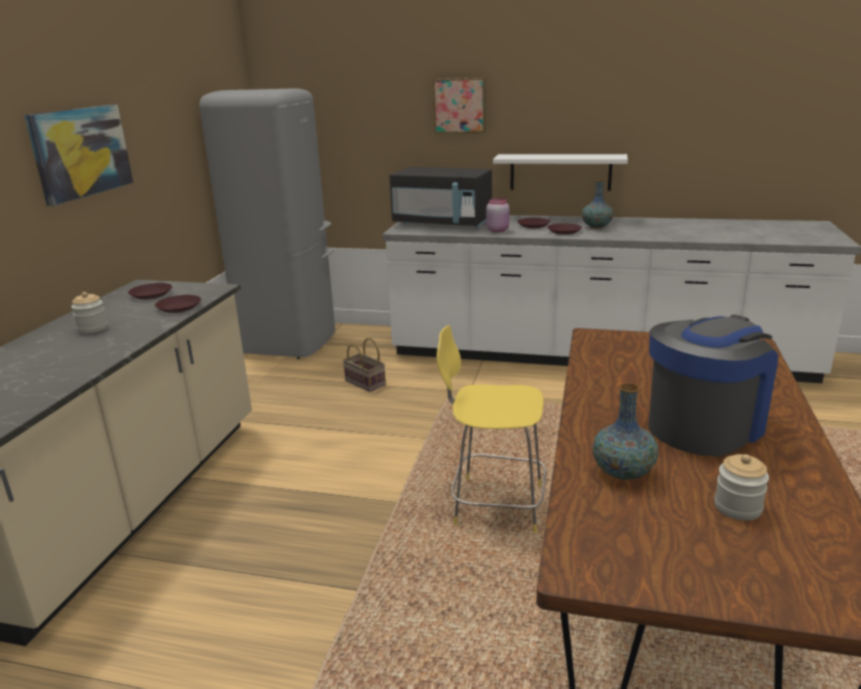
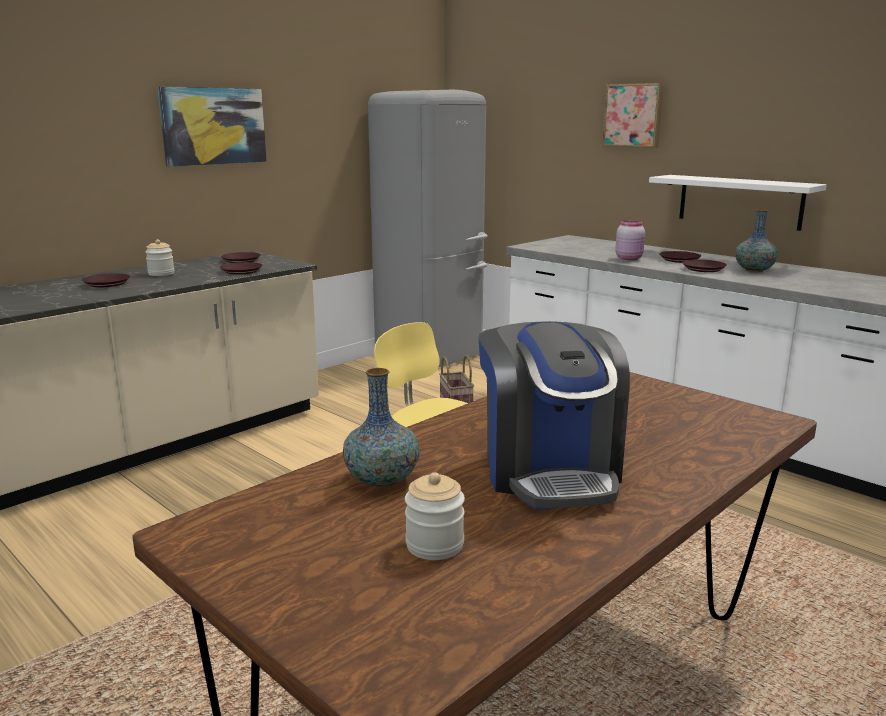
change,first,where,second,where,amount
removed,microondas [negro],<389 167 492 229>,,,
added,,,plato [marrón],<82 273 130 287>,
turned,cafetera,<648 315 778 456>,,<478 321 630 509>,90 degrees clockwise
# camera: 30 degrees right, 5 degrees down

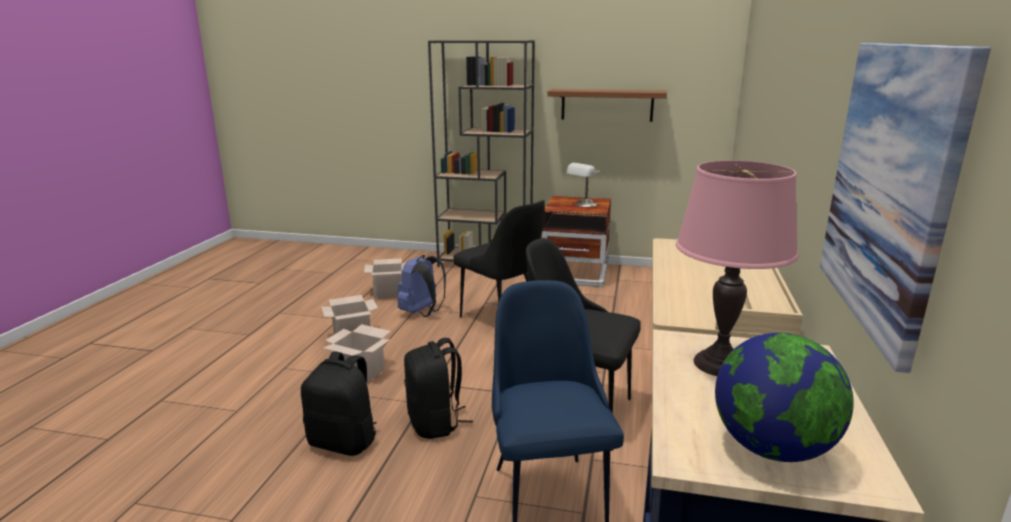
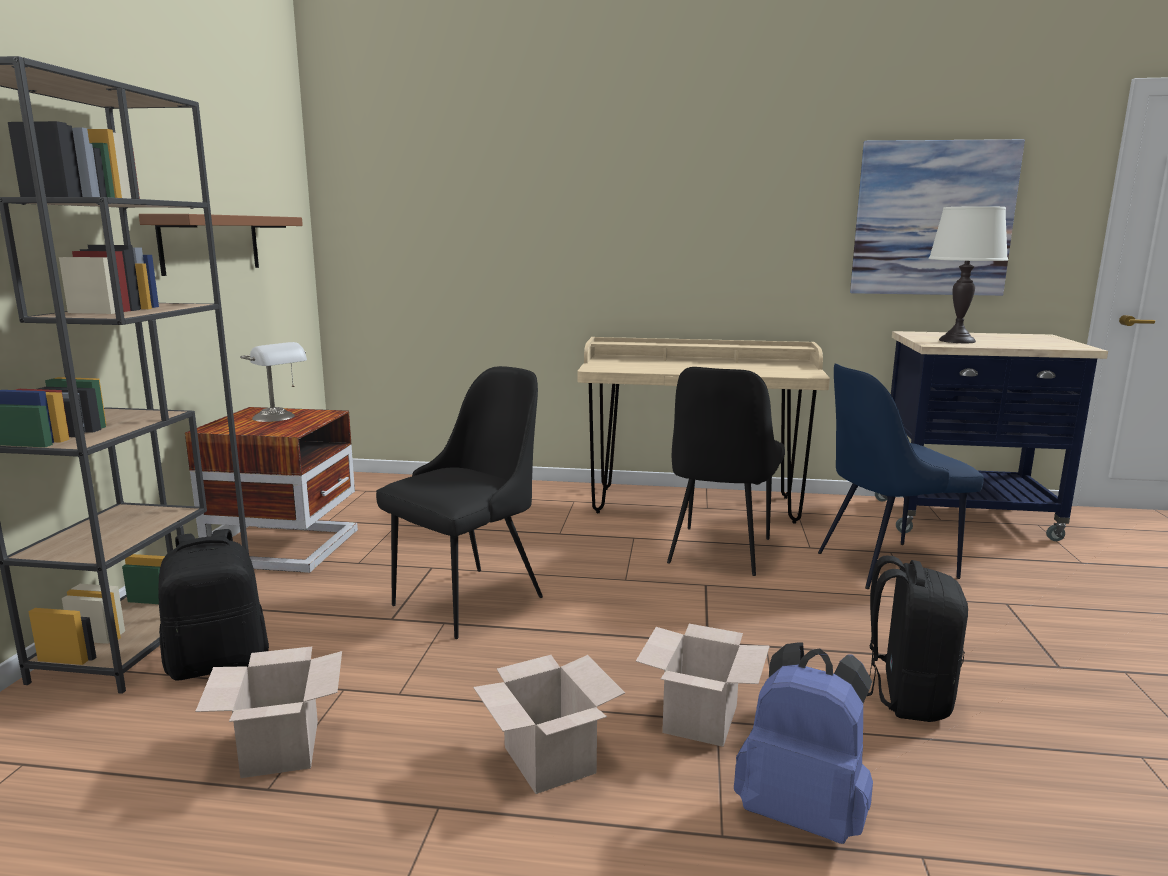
change,first,where,second,where,amount
removed,globo terráqueo,<715 333 854 462>,,,
moved,mochila [azul],<398 255 446 317>,,<734 642 873 844>,
moved,mochila [negro],<404 338 473 439>,,<158 529 269 681>,
recoloured,lámpara de mesa [rosa],<676 161 799 376>,lámpara de mesa [blanco],<928 206 1008 343>,
# camera: 95 degrees left, 5 degrees down

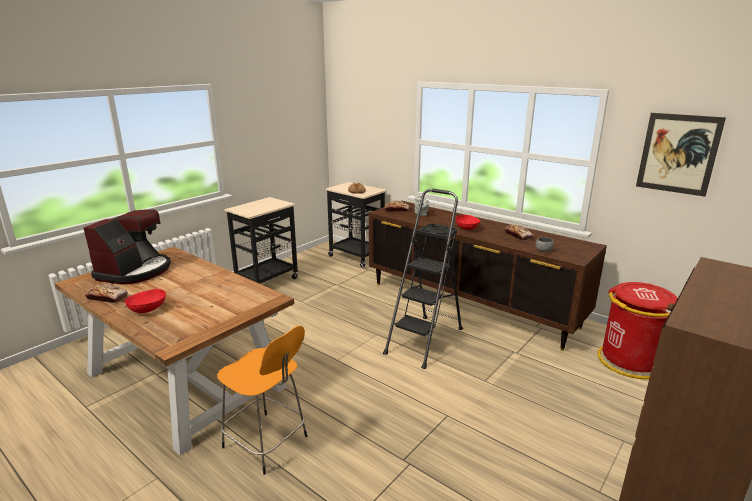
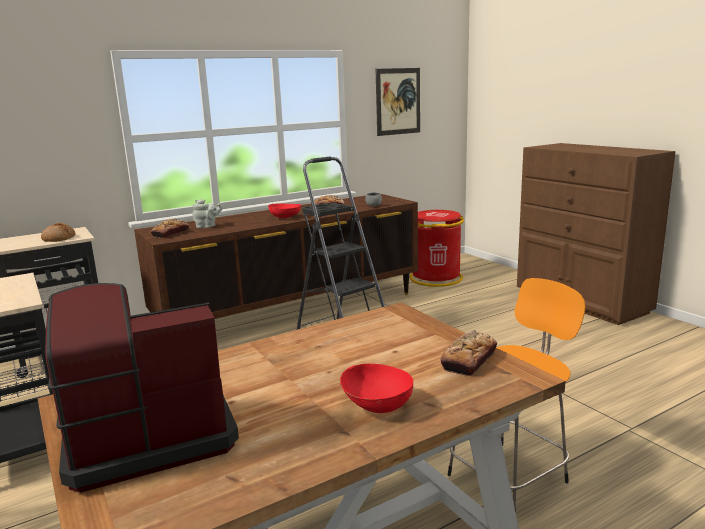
change,first,where,second,where,amount
moved,pan,<85 284 128 303>,,<441 330 497 376>,
turned,cafetera,<83 209 171 284>,,<45 283 239 493>,60 degrees counterclockwise
# camera: 70 degrees left, 5 degrees down

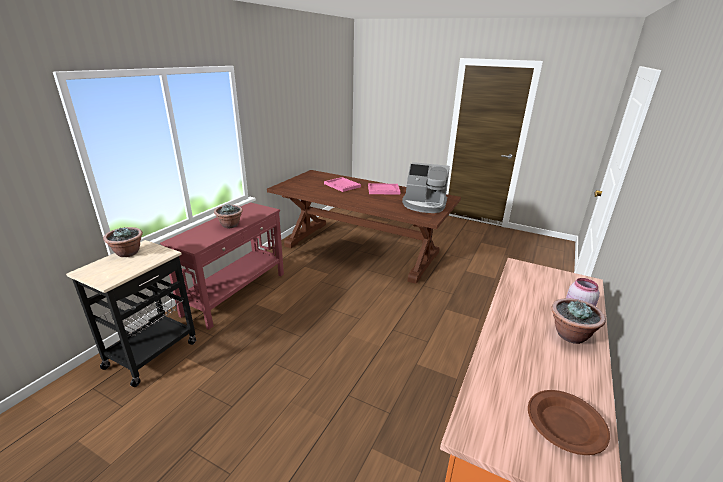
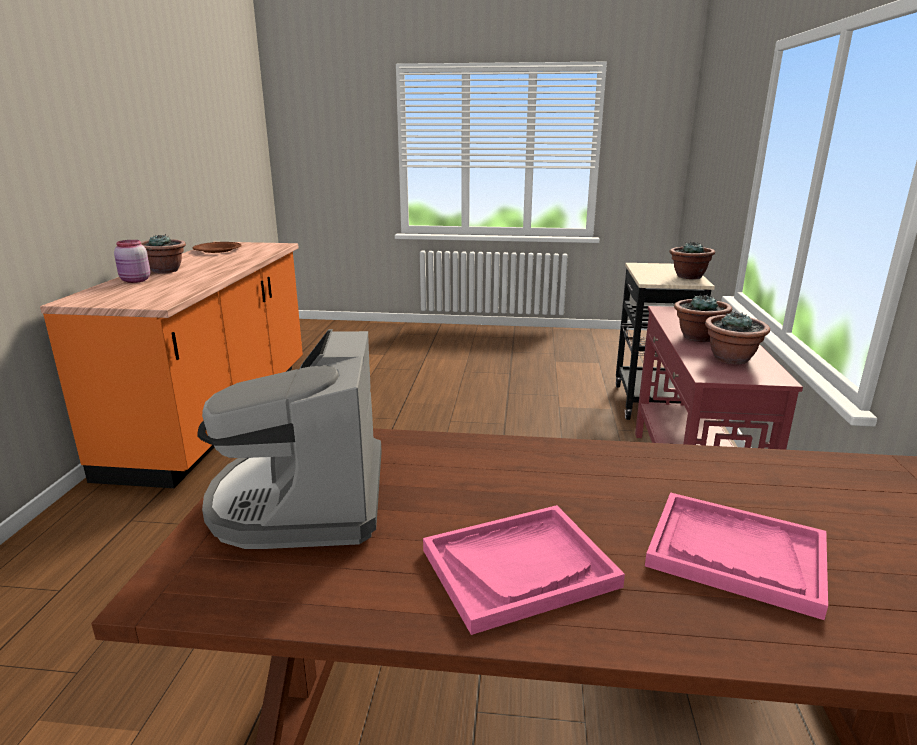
change,first,where,second,where,amount
added,,,planta en maceta,<705 311 770 364>,
turned,cafetera,<402 162 450 213>,,<197 329 382 549>,90 degrees counterclockwise
# camera: 160 degrees right, 5 degrees down

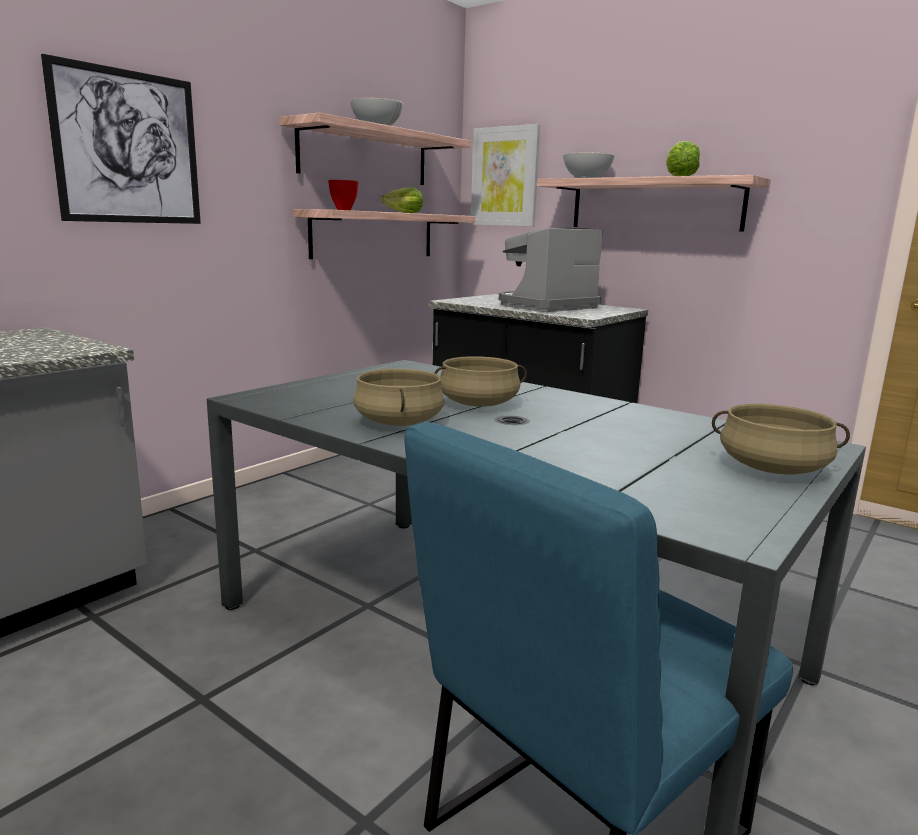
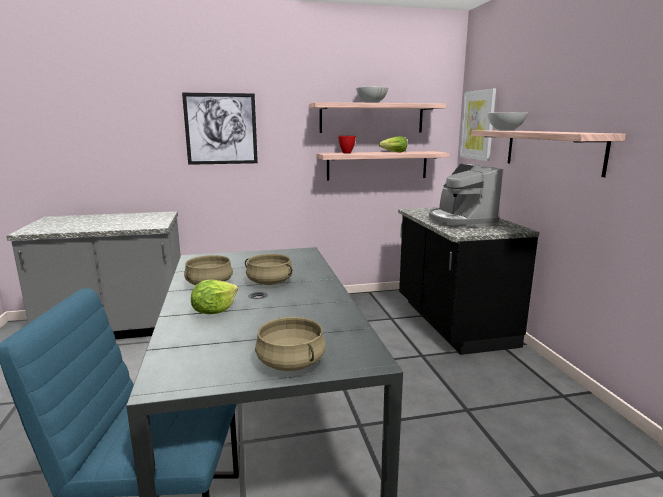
change,first,where,second,where,amount
moved,lechuga,<666 141 700 176>,,<191 280 238 314>,
turned,cafetera,<499 228 603 312>,,<429 164 503 228>,105 degrees counterclockwise
# camera: 40 degrees right, 0 degrees up

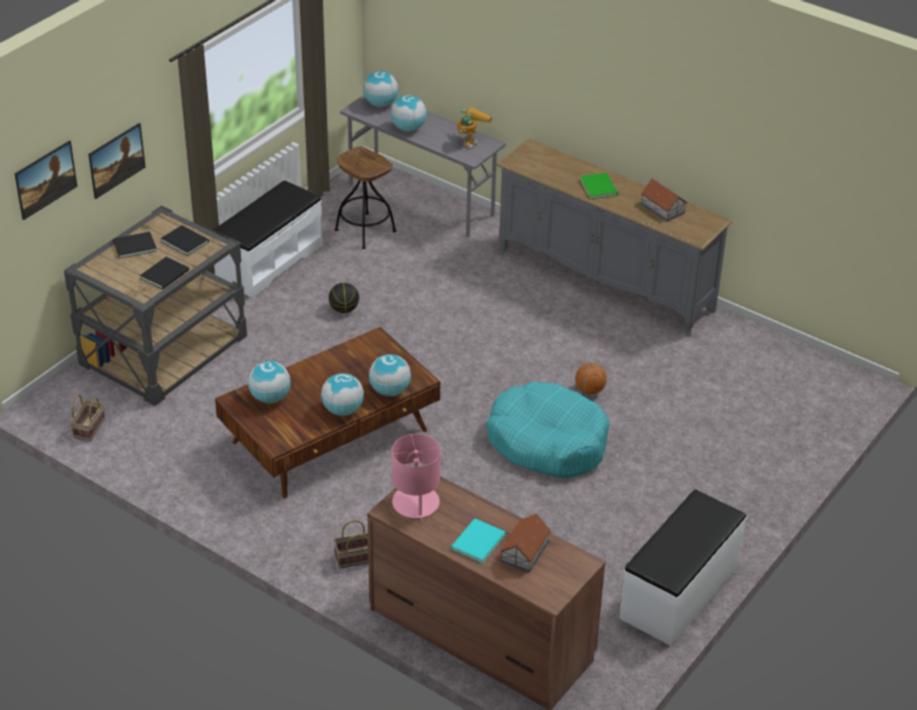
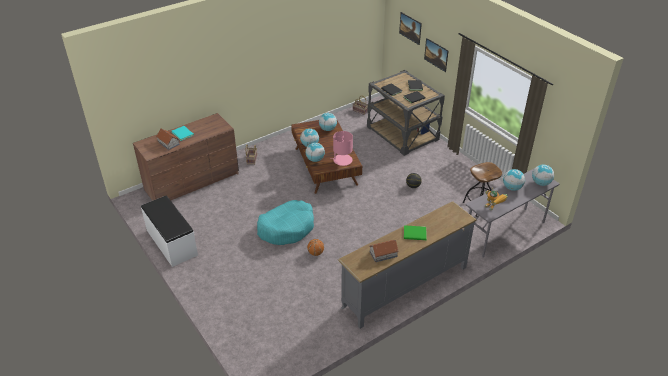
change,first,where,second,where,amount
removed,banco [blanco],<212 180 323 298>,,,
moved,lámpara de mesa [rosa],<392 434 440 521>,,<331 131 353 166>,
# camera: 110 degrees right, 0 degrees up

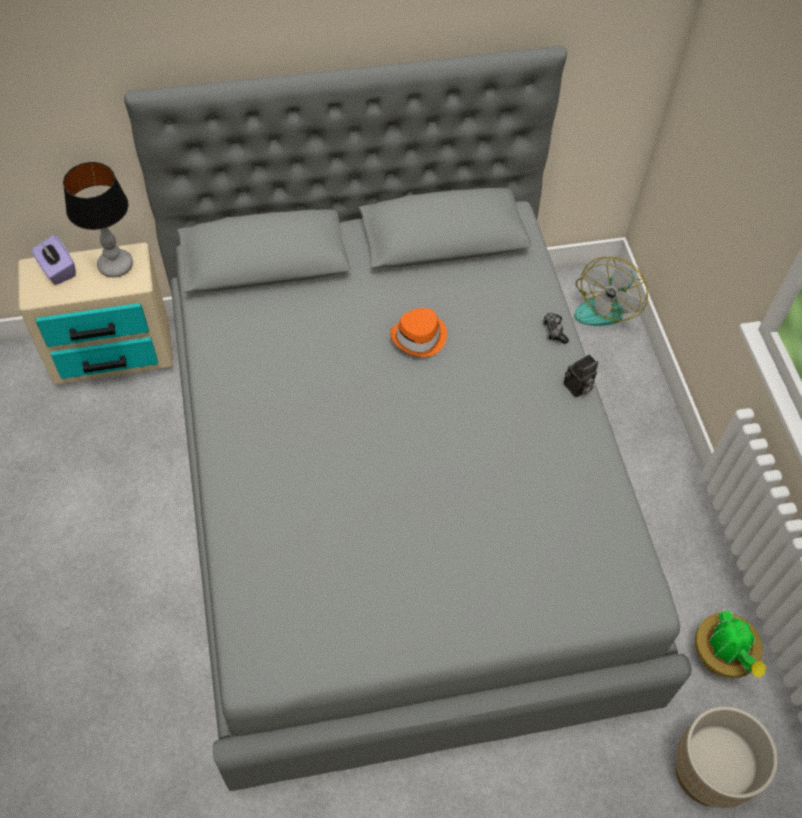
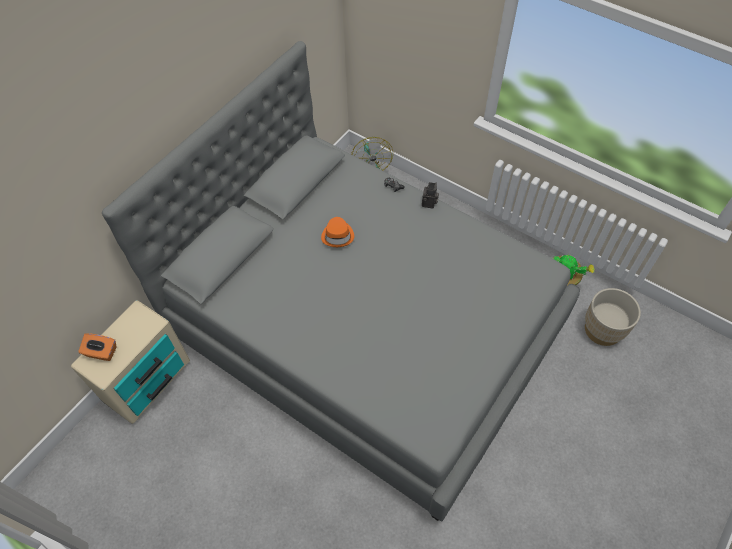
change,first,where,second,where,amount
removed,lámpara de mesa,<63 162 133 277>,,,
recoloured,caja de pañuelos [morado],<32 235 76 285>,caja de pañuelos [naranja],<78 333 117 361>,
# camera: 40 degrees left, 0 degrees up

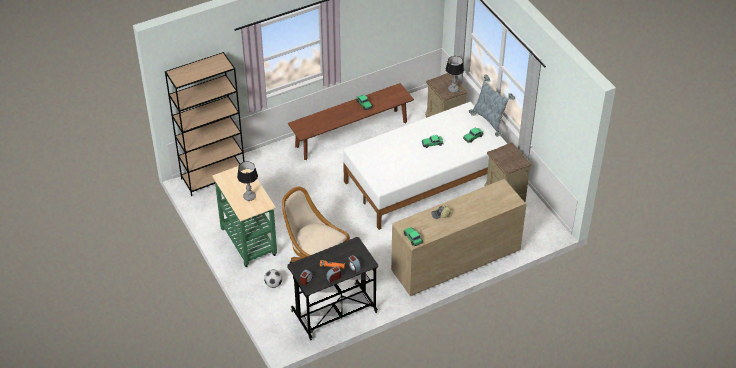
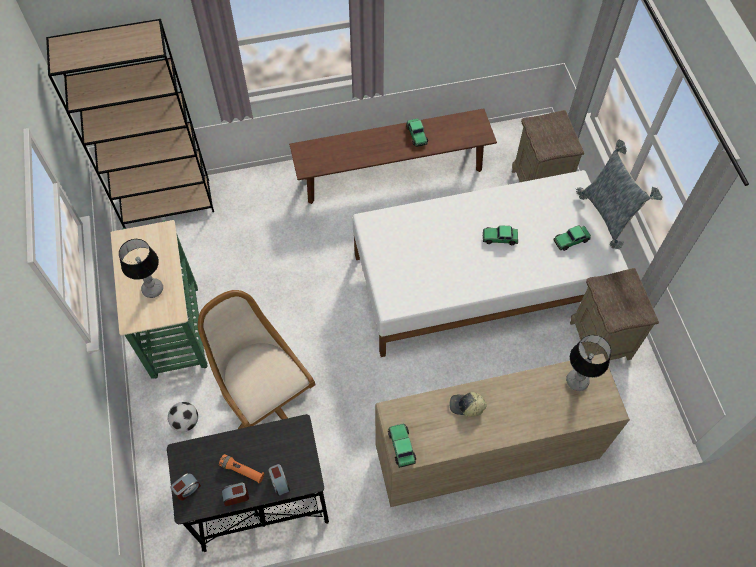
change,first,where,second,where,amount
moved,lámpara de mesa,<446 56 464 93>,,<566 335 611 391>,
# camera: 15 degrees right, 15 degrees up

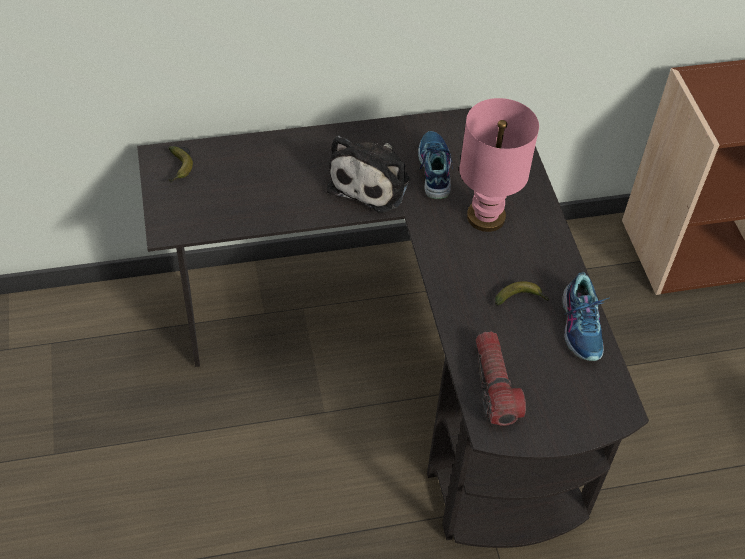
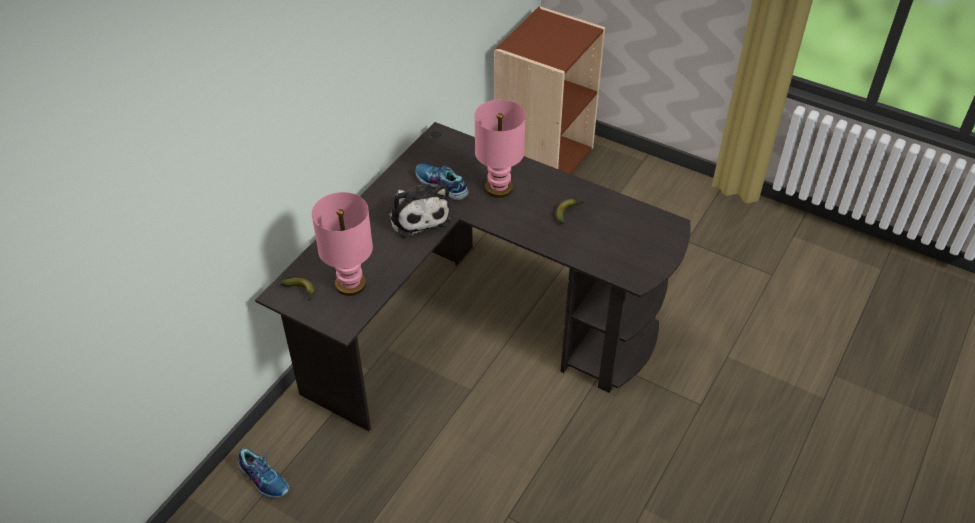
change,first,where,second,where,amount
removed,linterna,<476 331 526 426>,,,
added,,,lámpara de mesa [rosa],<312 192 373 296>,
moved,zapato,<562 272 609 361>,,<237 448 289 498>,
# camera: 45 degrees left, 5 degrees down

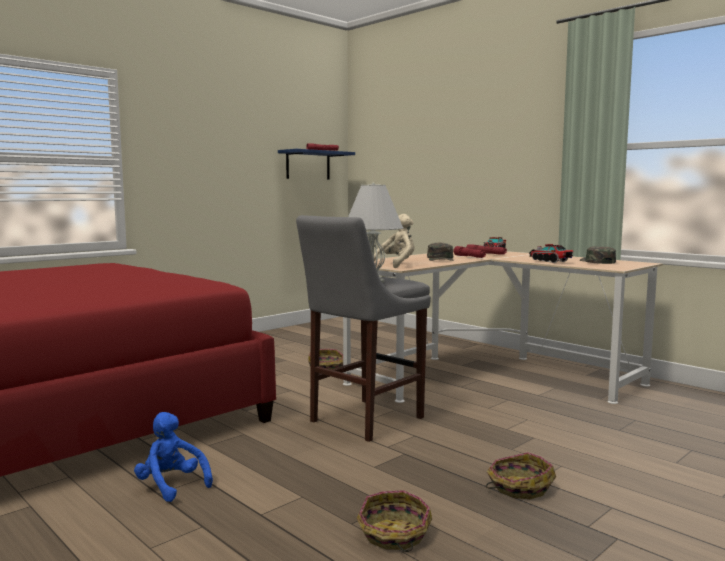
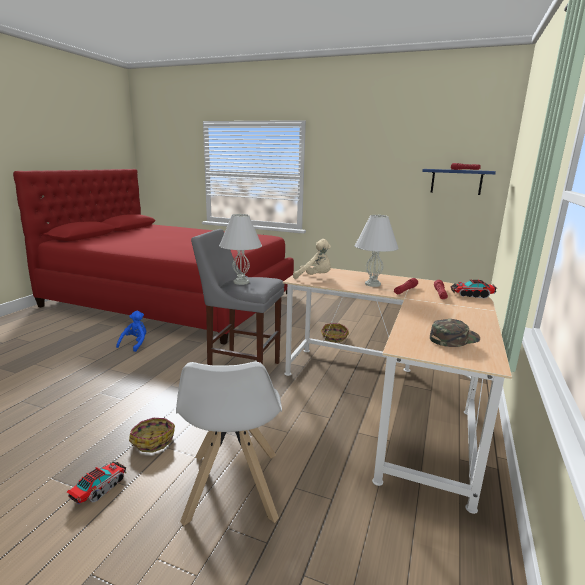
change,first,where,second,where,amount
removed,cesta,<357 490 432 552>,,,
added,,,silla,<176 362 282 526>,
moved,camión de juguete,<529 244 574 263>,,<67 462 126 504>,
replaced,gorra [verde],<427 243 454 261>,lámpara de mesa [blanco],<355 214 399 287>,
# camera: 65 degrees right, 10 degrees up

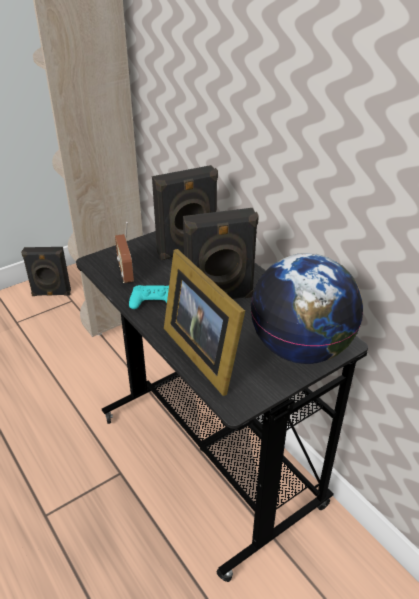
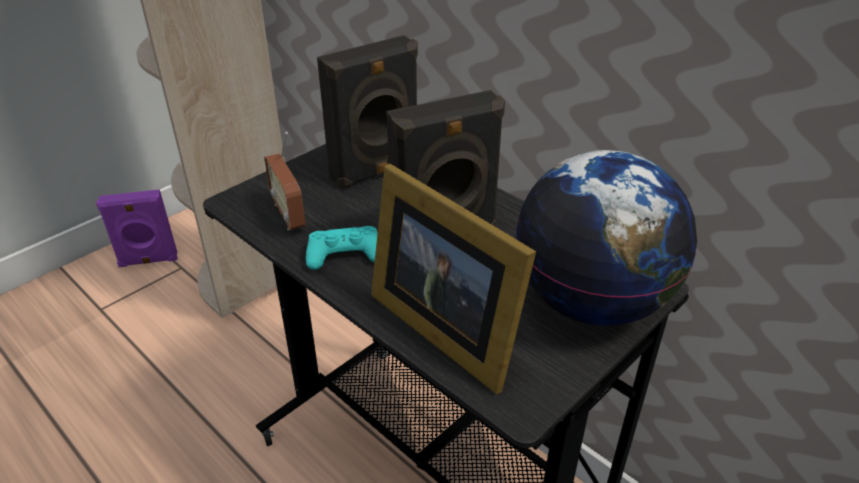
change,first,where,second,where,amount
recoloured,altavoz [negro],<21 247 71 296>,altavoz [morado],<96 189 178 267>,
# camera: 10 degrees left, 0 degrees up

